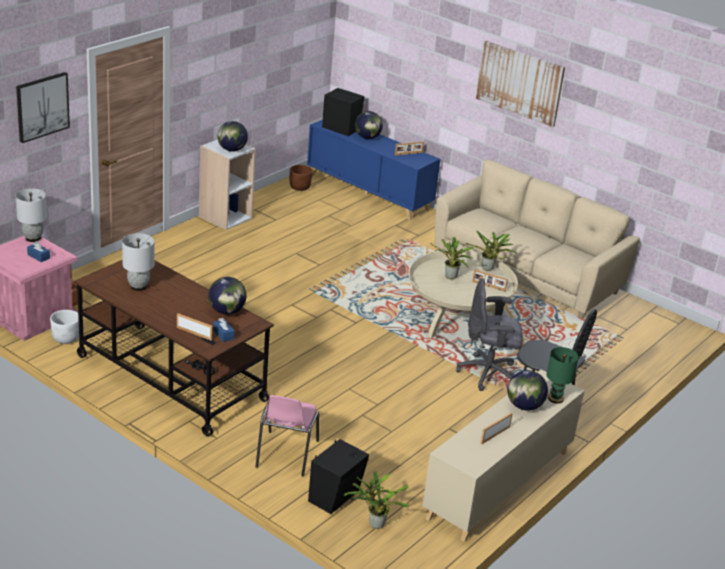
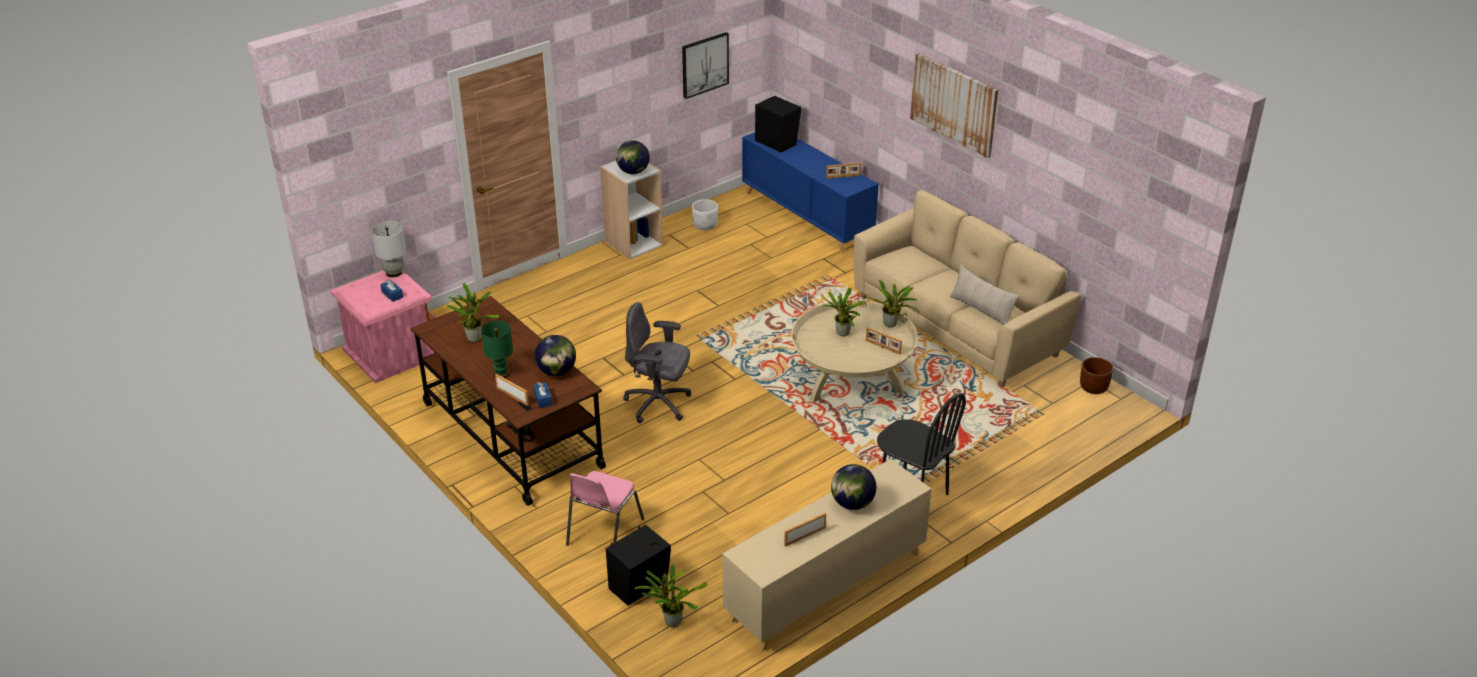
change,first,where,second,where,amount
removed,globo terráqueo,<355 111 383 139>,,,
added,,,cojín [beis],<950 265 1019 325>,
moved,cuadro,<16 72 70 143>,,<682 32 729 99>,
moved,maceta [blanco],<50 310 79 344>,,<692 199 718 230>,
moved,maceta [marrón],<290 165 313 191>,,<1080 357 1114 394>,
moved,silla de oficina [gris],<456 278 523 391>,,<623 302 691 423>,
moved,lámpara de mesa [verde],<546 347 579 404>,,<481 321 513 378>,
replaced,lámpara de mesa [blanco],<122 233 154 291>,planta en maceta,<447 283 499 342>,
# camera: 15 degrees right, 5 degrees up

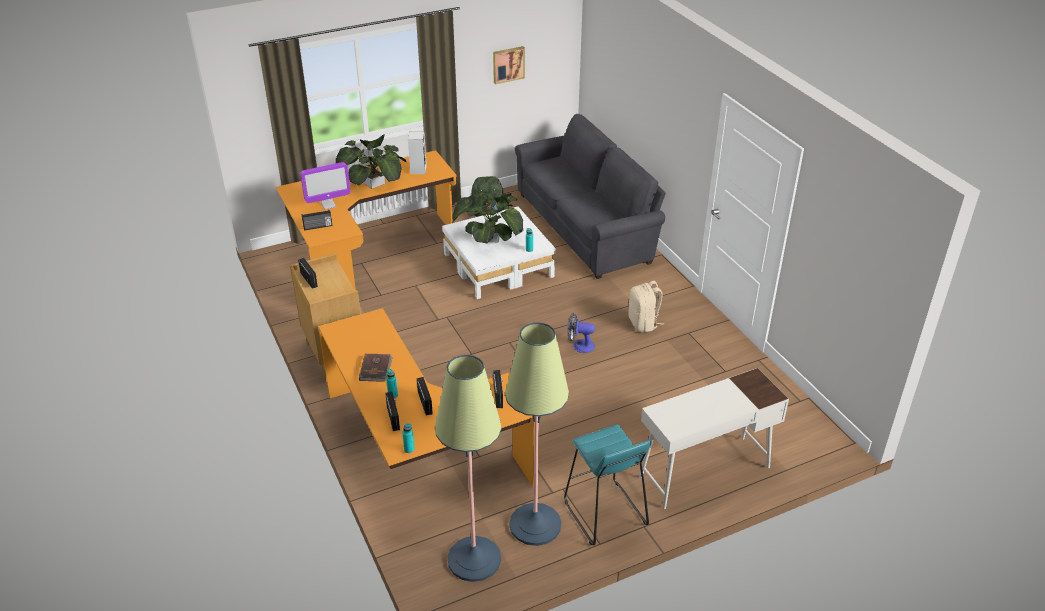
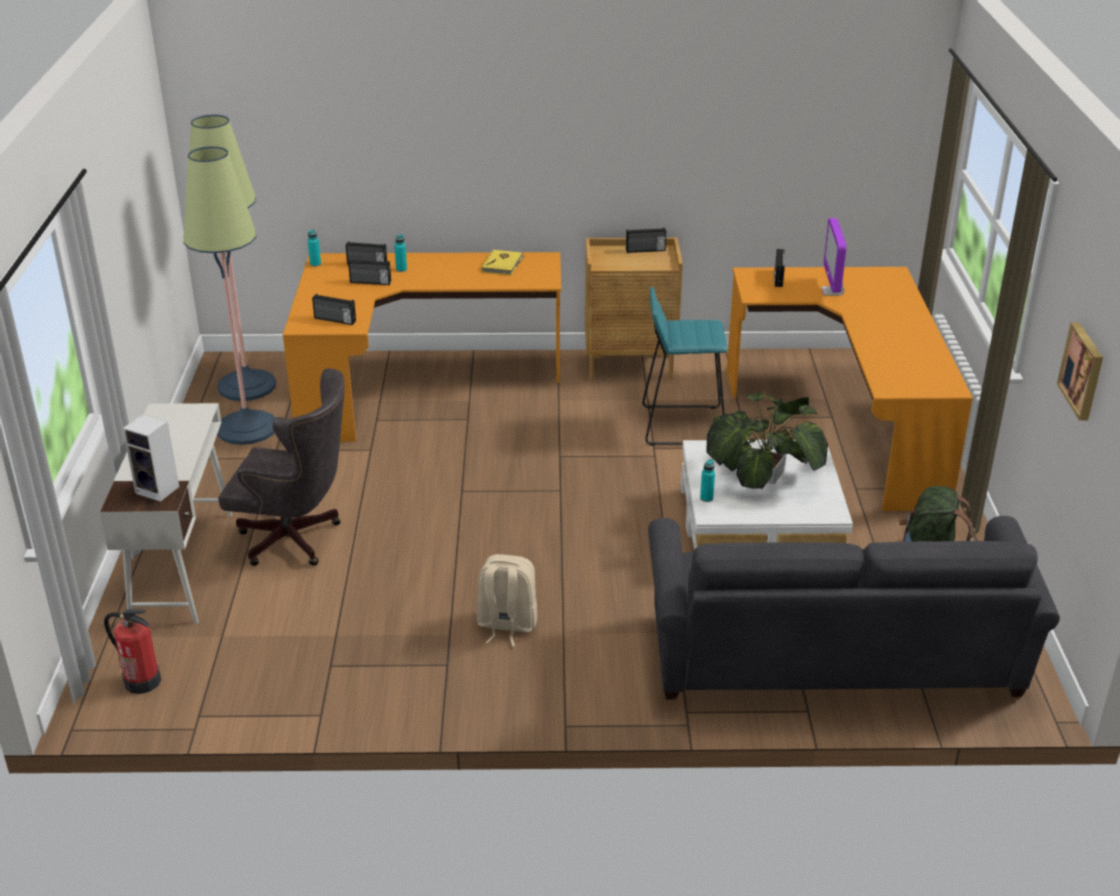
change,first,where,second,where,amount
removed,planta en maceta,<336 134 406 189>,,,
removed,libro [marrón],<359 354 393 382>,,,
removed,ventilador,<568 313 595 353>,,,
added,,,extintor,<104 609 161 694>,
added,,,silla de oficina [gris],<218 368 344 566>,
added,,,libro [amarillo],<481 250 524 275>,
moved,altavoz,<408 132 427 174>,,<122 414 179 502>,
moved,taburete [turquesa],<564 424 651 545>,,<642 286 728 446>,
# camera: 115 degrees right, 5 degrees down

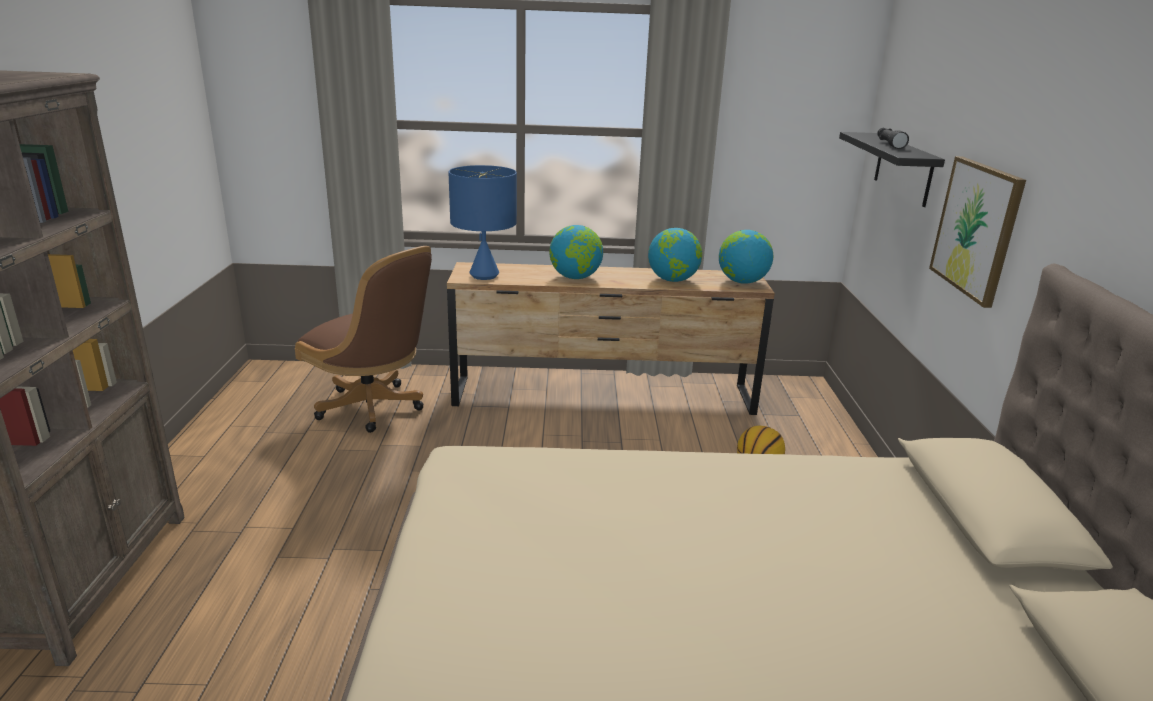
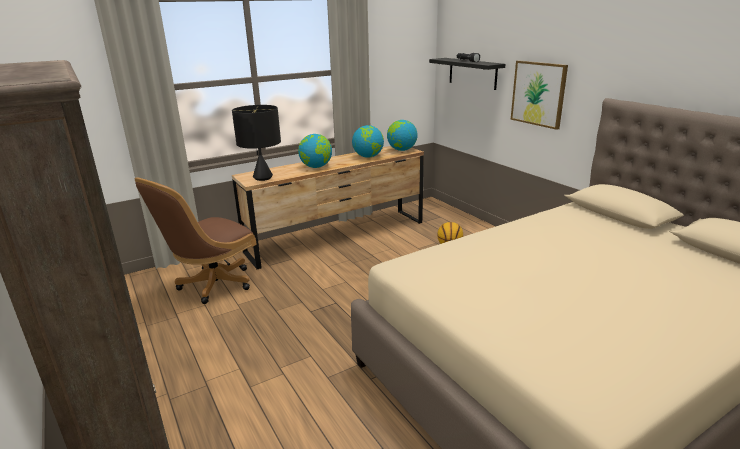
change,first,where,second,where,amount
recoloured,lámpara de mesa [azul],<449 165 517 280>,lámpara de mesa [negro],<232 105 281 181>,
turned,silla de oficina [marrón],<295 246 432 433>,,<135 177 257 304>,120 degrees clockwise
# camera: 30 degrees left, 0 degrees up

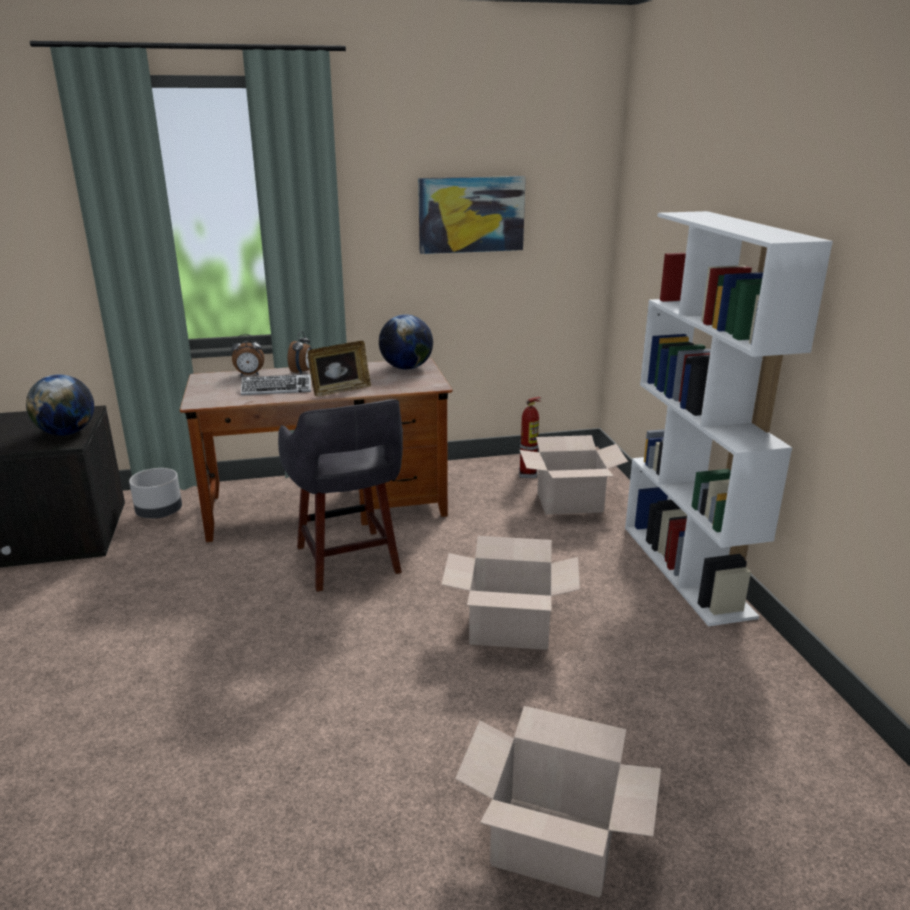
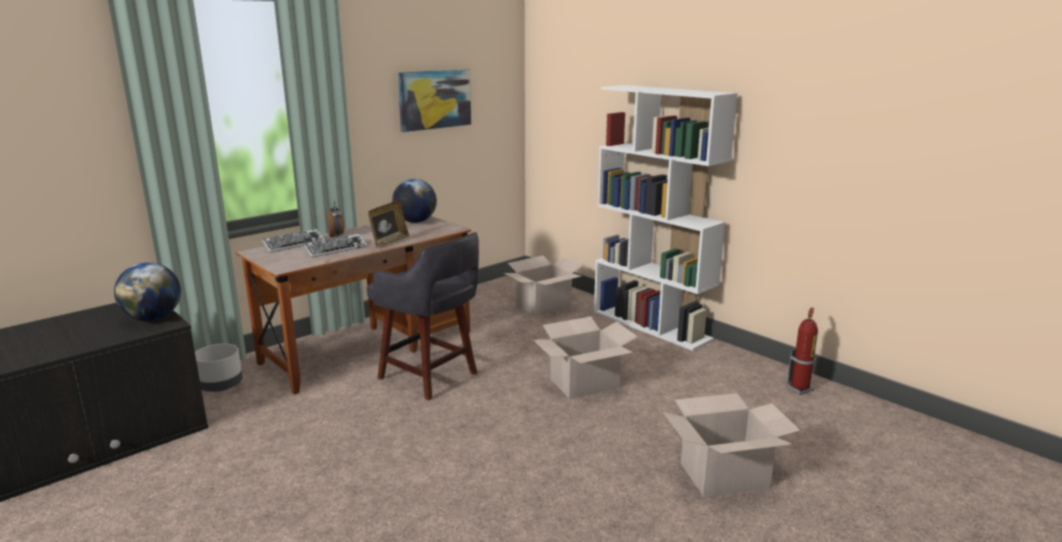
change,first,where,second,where,amount
moved,extintor,<519 397 541 478>,,<786 308 818 395>,
replaced,despertador,<231 334 264 376>,teclado,<262 229 325 253>,
# camera: 30 degrees left, 5 degrees down

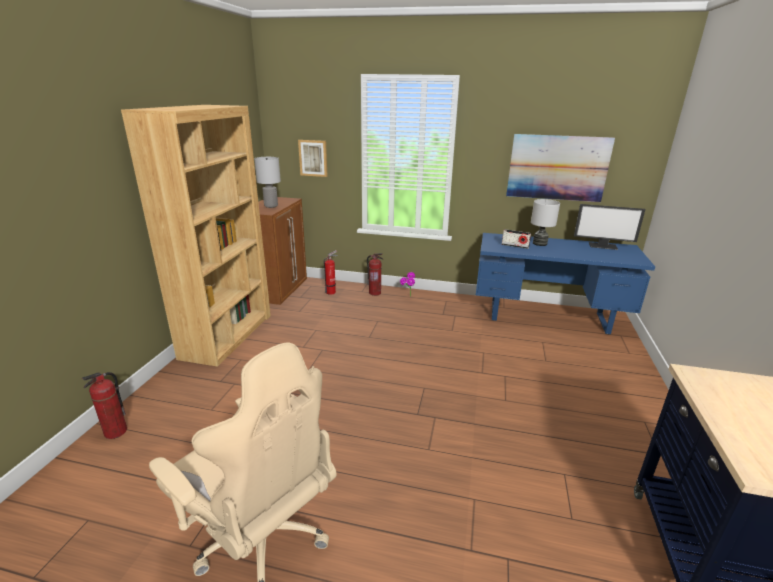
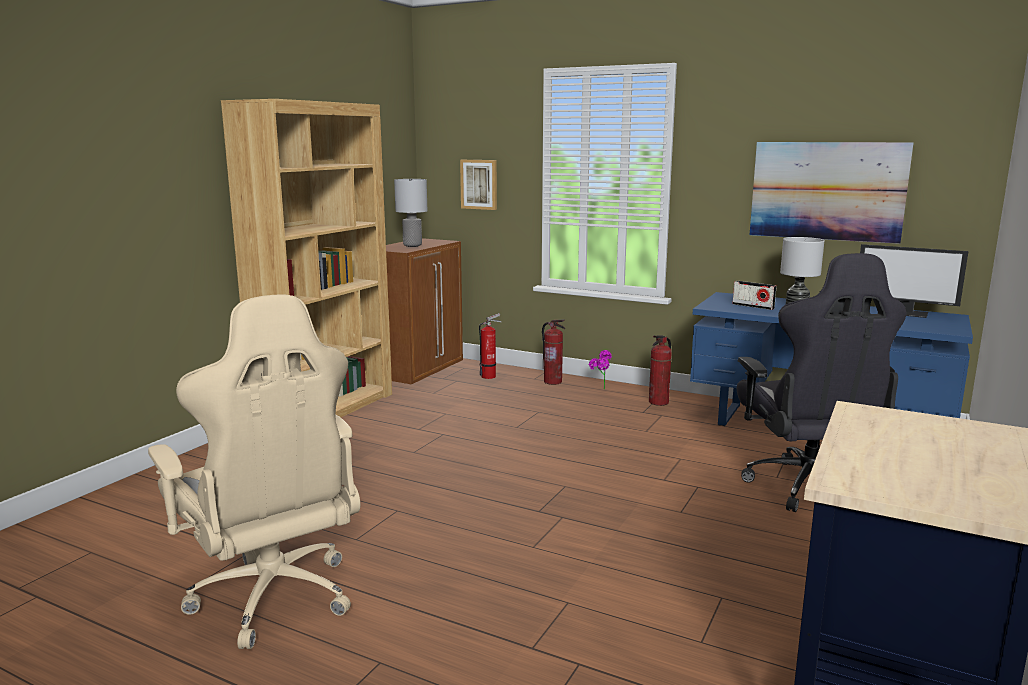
change,first,where,second,where,amount
added,,,silla de oficina [negro],<737 253 907 512>,
moved,extintor,<82 372 127 439>,,<649 335 672 406>,
# camera: 15 degrees right, 10 degrees down

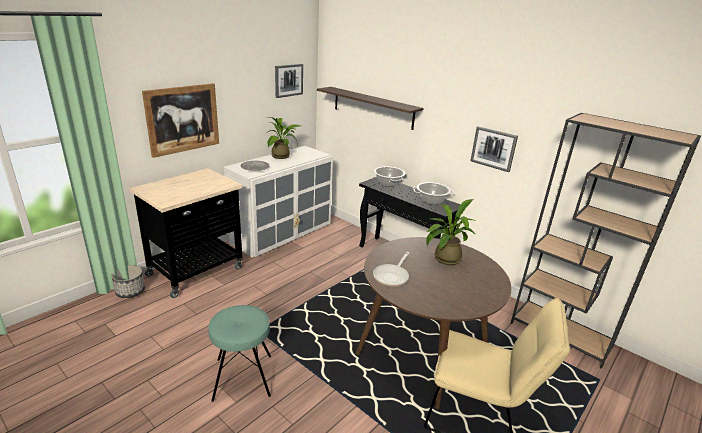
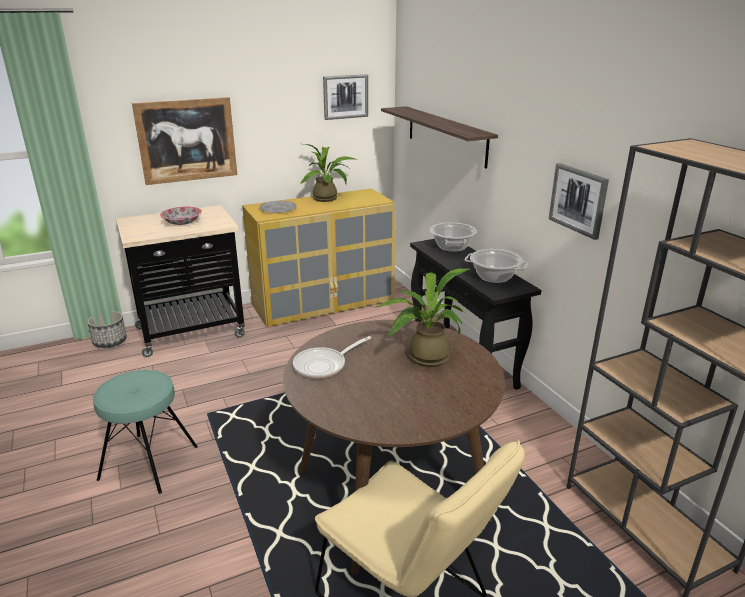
change,first,where,second,where,amount
added,,,cuenco,<160 207 202 225>,
recoloured,armario [blanco],<223 146 333 258>,armario [amarillo],<242 188 396 327>,
# camera: 25 degrees right, 0 degrees up

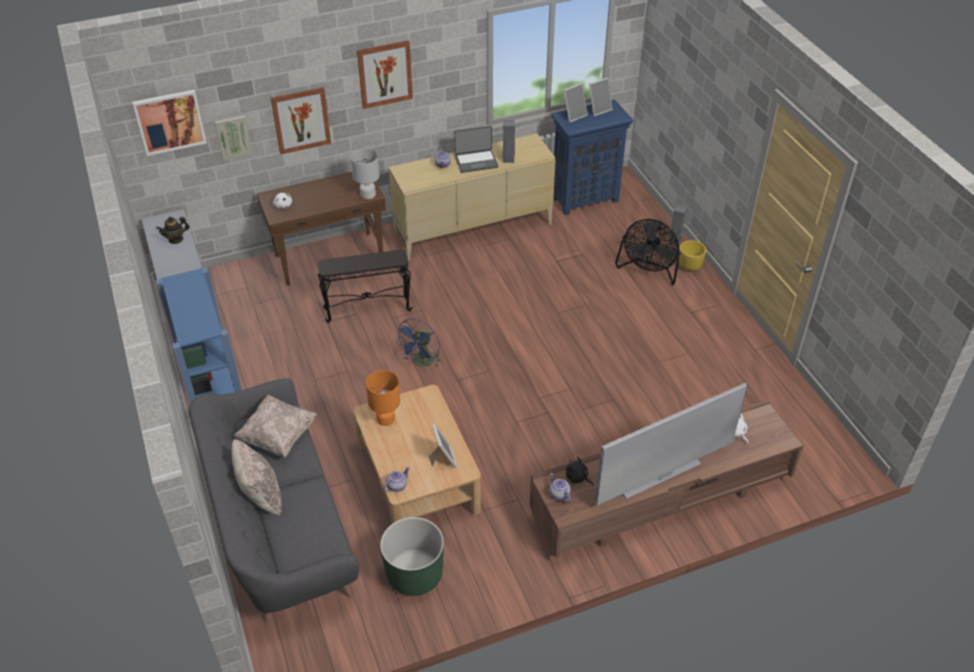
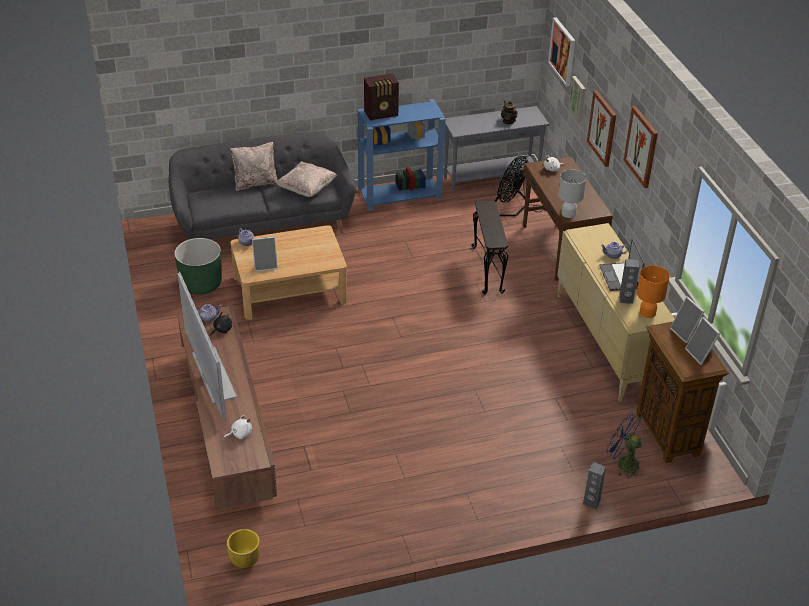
change,first,where,second,where,amount
added,,,radio,<364 73 399 121>,
moved,lámpara de mesa [naranja],<366 370 400 426>,,<637 265 670 318>,
moved,ventilador [azul],<395 318 442 367>,,<606 413 642 478>,
moved,ventilador [negro],<615 219 681 286>,,<495 156 546 216>,
moved,maceta [amarillo],<679 240 706 271>,,<227 529 260 568>,
recoloured,armario [azul],<551 99 634 215>,armario [marrón],<637 322 729 463>,
# camera: 95 degrees right, 5 degrees down

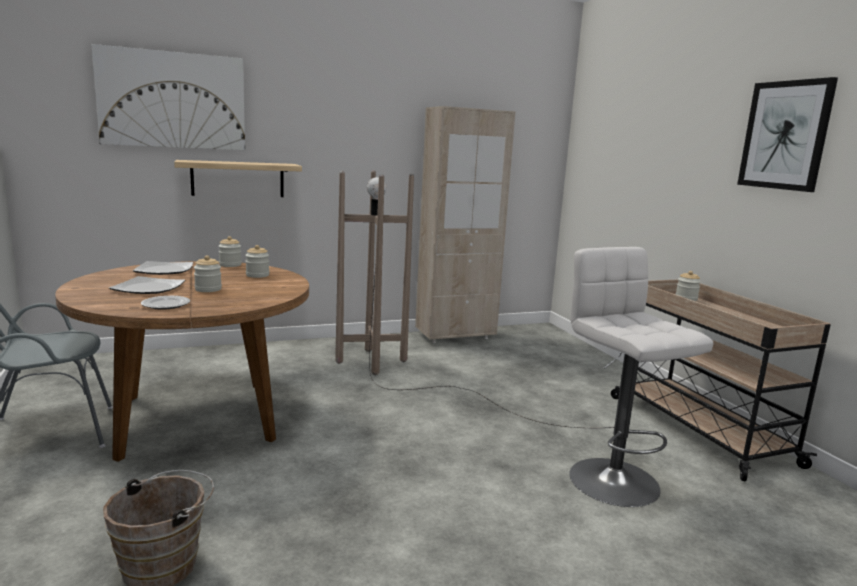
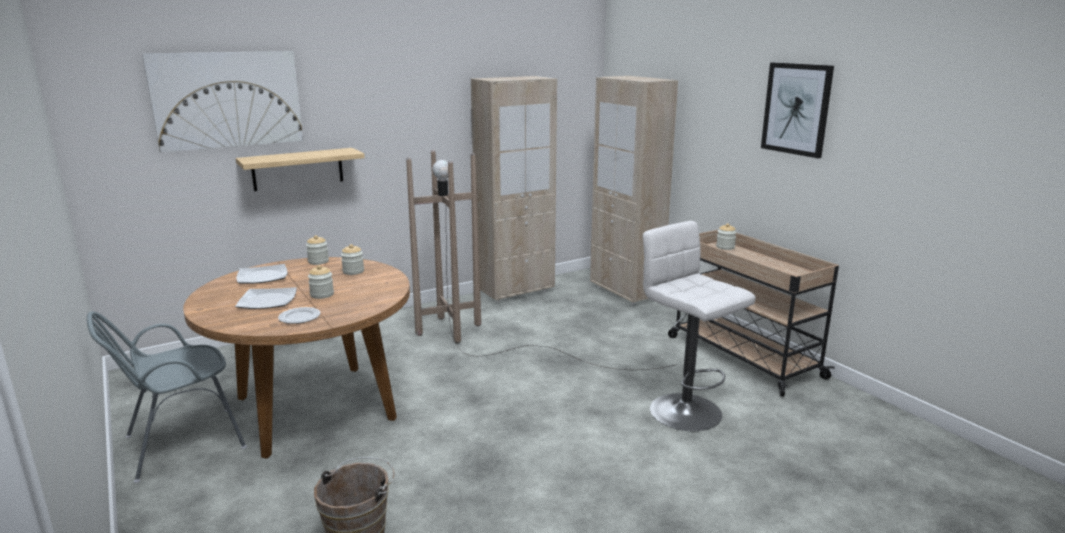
change,first,where,second,where,amount
added,,,armario [beis],<590 76 678 305>,
# camera: 10 degrees left, 5 degrees up

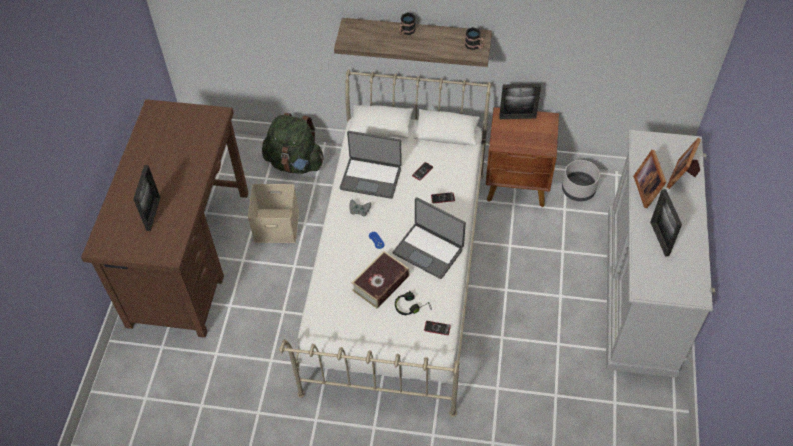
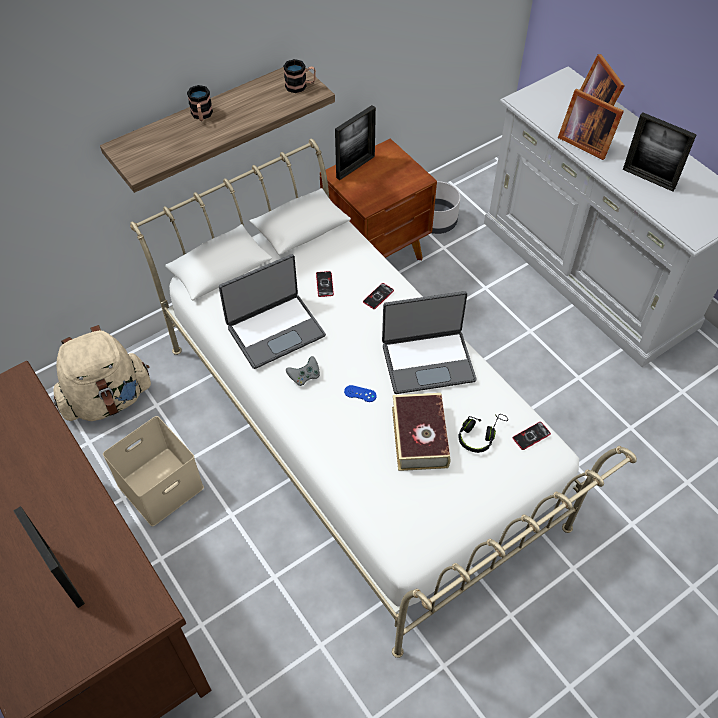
change,first,where,second,where,amount
recoloured,mochila [verde],<262 113 324 174>,mochila [beis],<53 325 151 421>,
# camera: 45 degrees left, 0 degrees up

